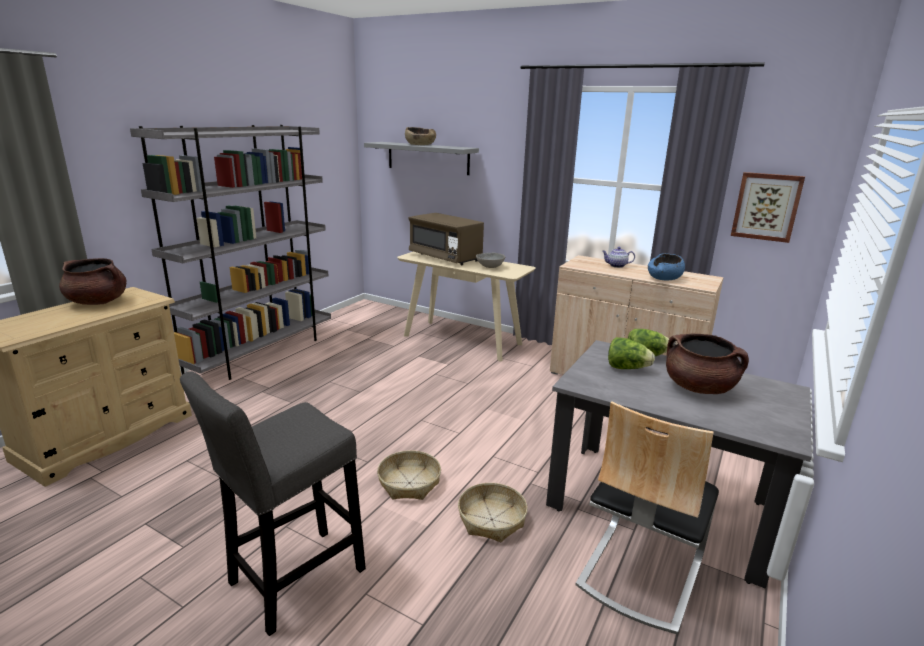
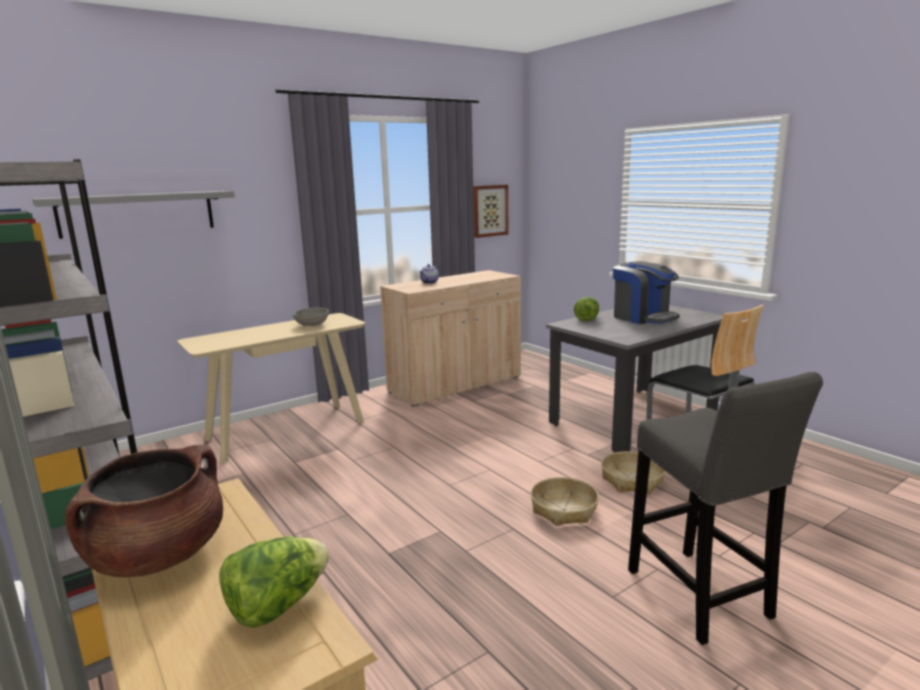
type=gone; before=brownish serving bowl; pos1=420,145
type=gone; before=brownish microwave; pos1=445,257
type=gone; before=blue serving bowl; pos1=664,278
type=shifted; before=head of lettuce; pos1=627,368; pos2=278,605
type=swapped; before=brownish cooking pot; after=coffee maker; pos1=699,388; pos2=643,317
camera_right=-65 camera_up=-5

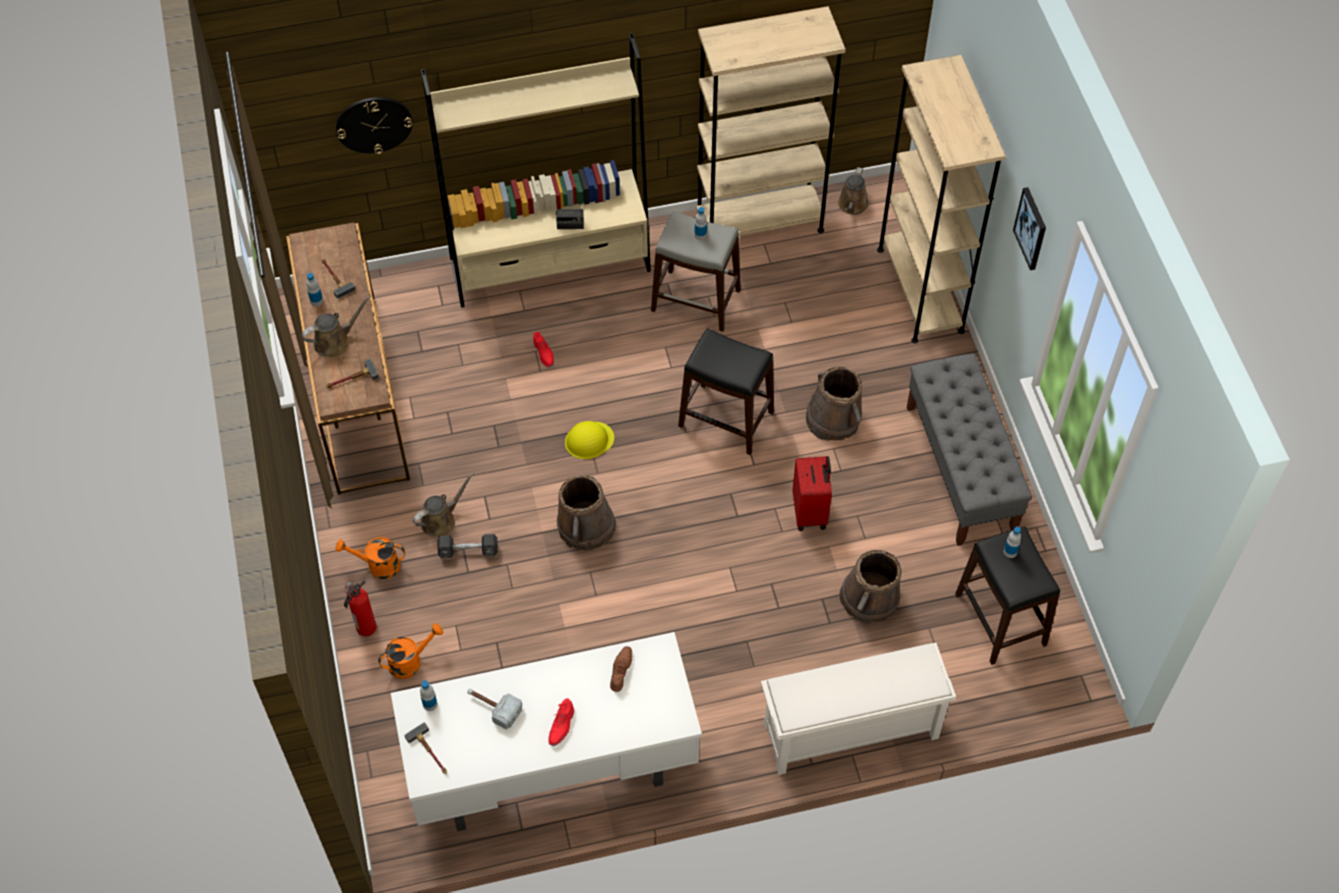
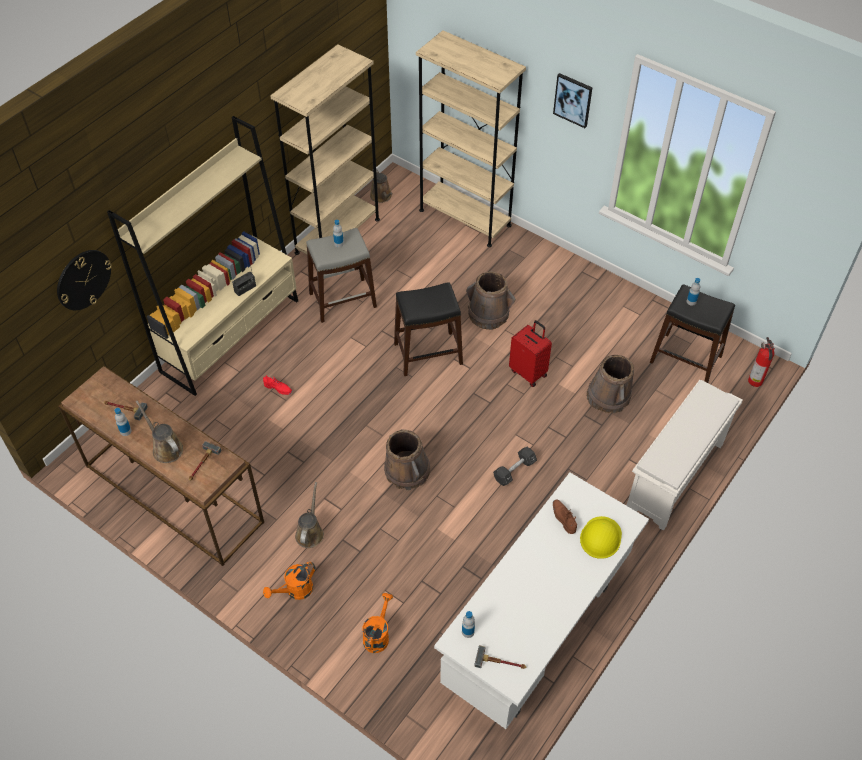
type=gone; before=tool hammer; pos1=492,707
type=gone; before=red-coloured low shoe; pos1=561,726
type=gone; before=greyish bench; pos1=961,469
type=shifted; before=extinguisher; pos1=365,628; pos2=755,382
type=shifted; before=blackish free weight; pos1=468,551; pos2=514,470
type=shifted; before=yellowish hard hat; pos1=589,440; pos2=600,537
type=rotated; before=brownish watering pot; pos1=335,341; pos2=165,448; turn=-60
camera_right=-40 camera_up=-5

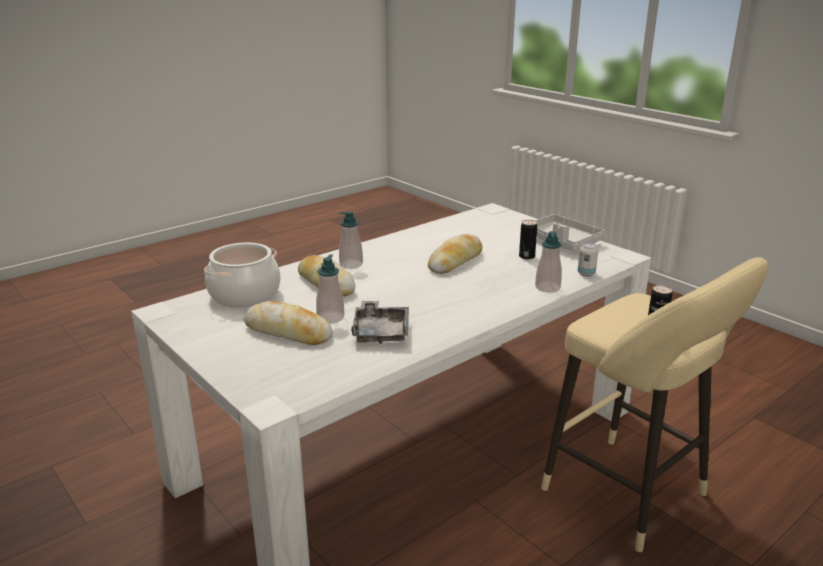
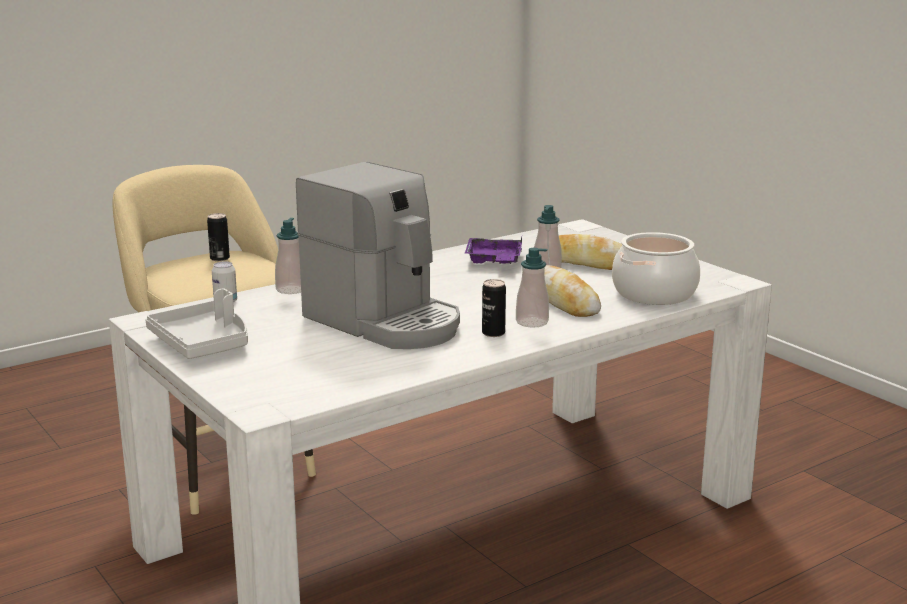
type=shifted; before=sealed can; pos1=526,256; pos2=493,333
type=swapped; before=baked bread; after=coffee maker; pos1=455,261; pos2=385,322
type=repainted; before=greyish serving tray; after=purple-coloured serving tray; pos1=380,331; pos2=494,261
camera_right=-175 camera_up=-5

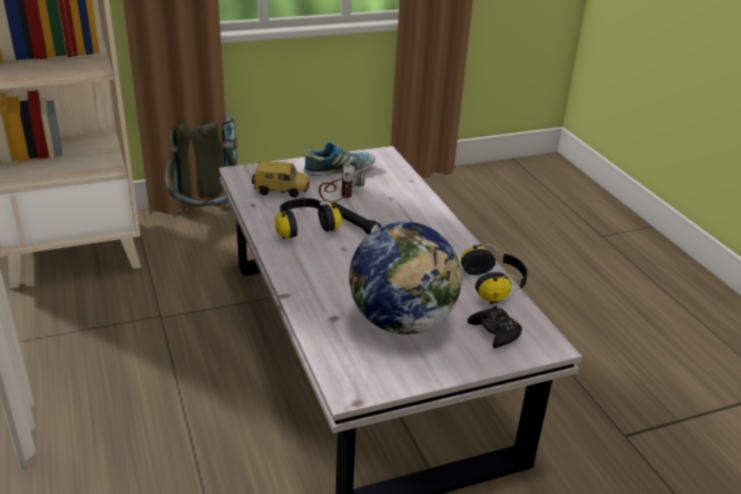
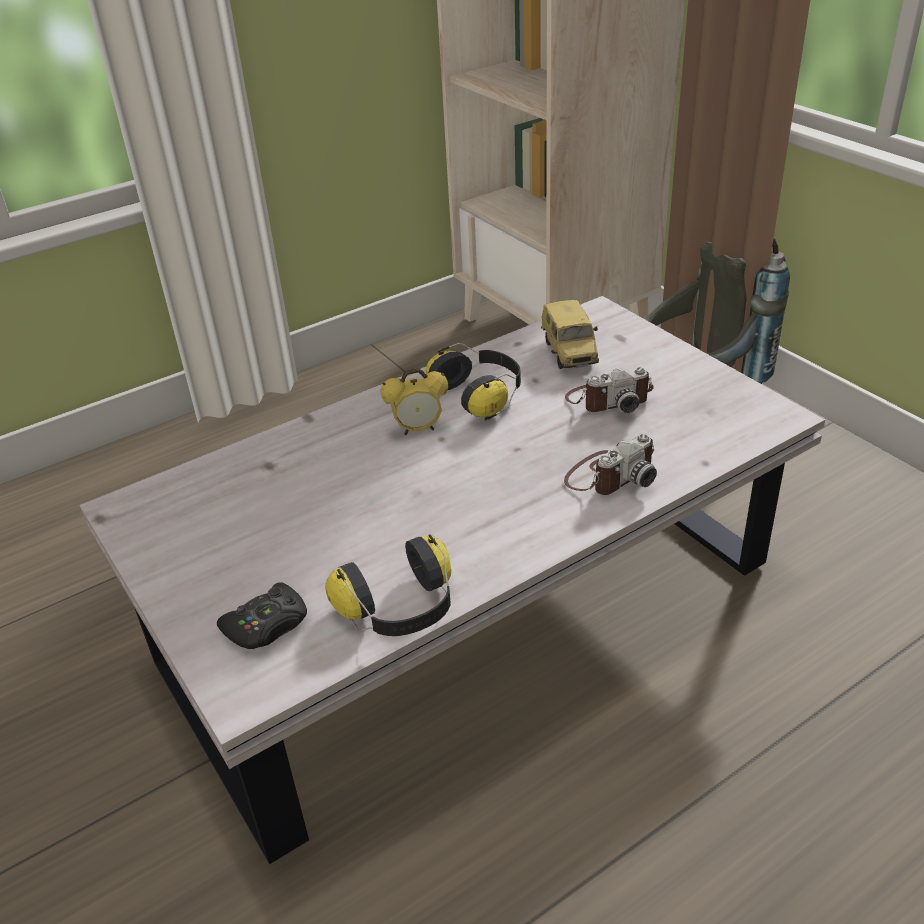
type=gone; before=low shoe; pos1=339,170
type=gone; before=blackish torch; pos1=353,224
type=gone; before=desk globe; pos1=402,321
type=new; after=bedside clock; pos2=418,429
type=new; after=photo camera; pos2=610,475
camera_right=80 camera_up=5

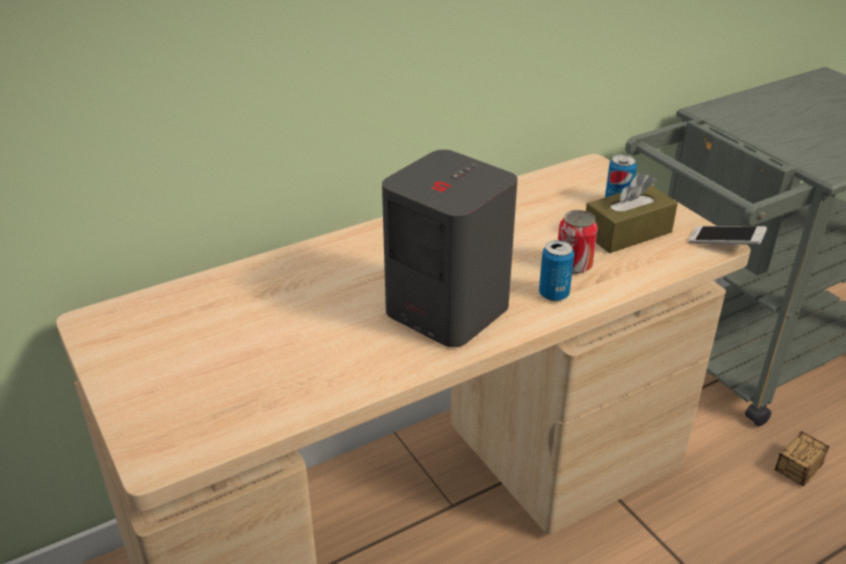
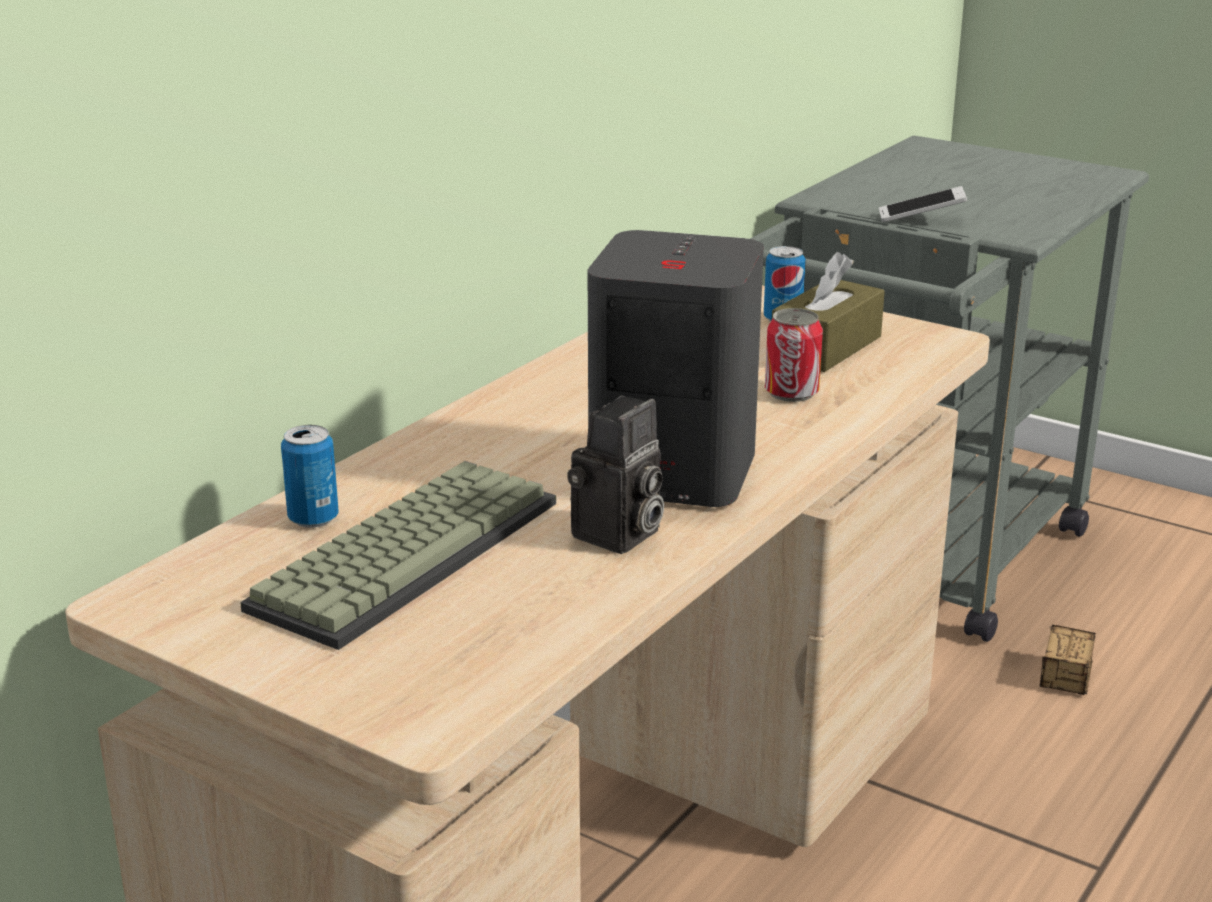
type=new; after=keyboard; pos2=405,551
type=new; after=photo camera; pos2=617,536
type=shifted; before=sealed can; pos1=553,294; pos2=313,518
type=shifted; before=telephone; pos1=724,244; pos2=921,217
camera_right=-25 camera_up=-10

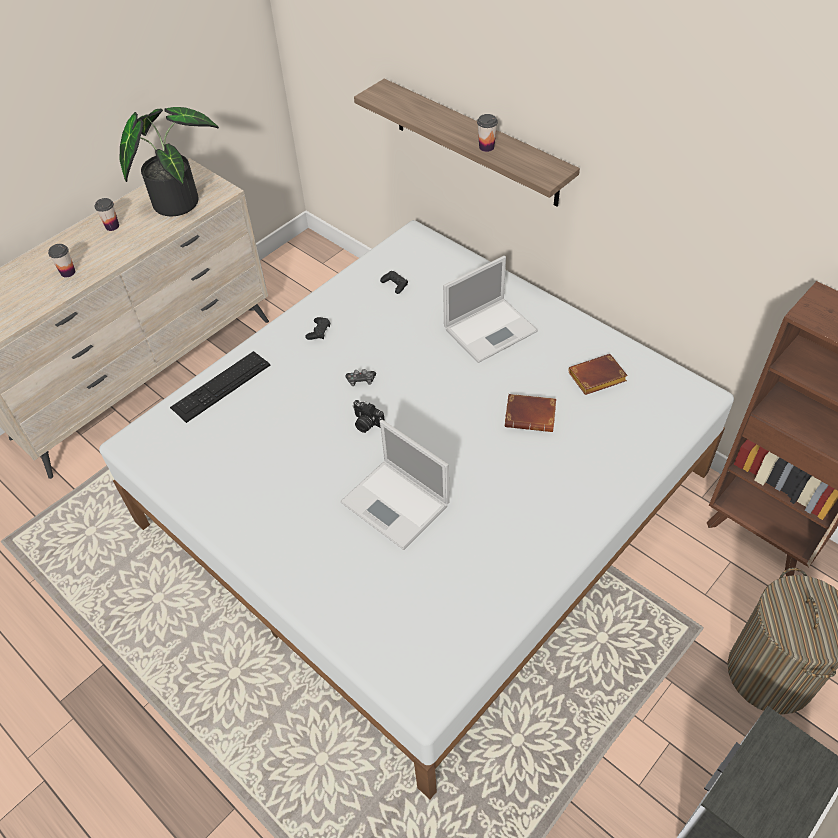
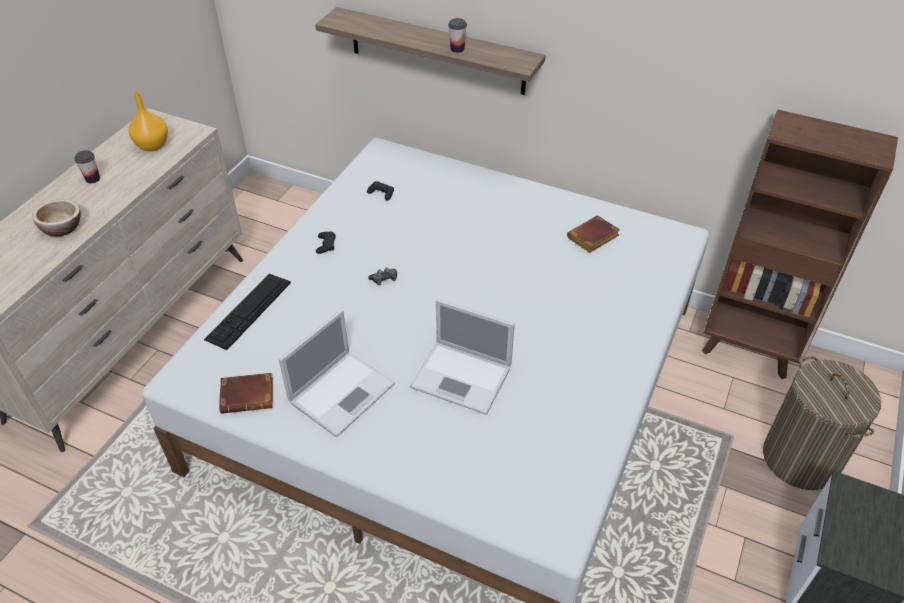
type=gone; before=photo camera; pos1=366,423
type=shifted; before=laptop; pos1=491,329; pos2=343,392
type=shifted; before=brownish bound book; pos1=531,415; pos2=249,395
type=swapped; before=drinking cup; after=serving bowl; pos1=68,272; pos2=62,227
type=swapped; before=houseplant; after=orange-coloured vase; pos1=177,199; pos2=152,145
camera_right=-20 camera_up=-5

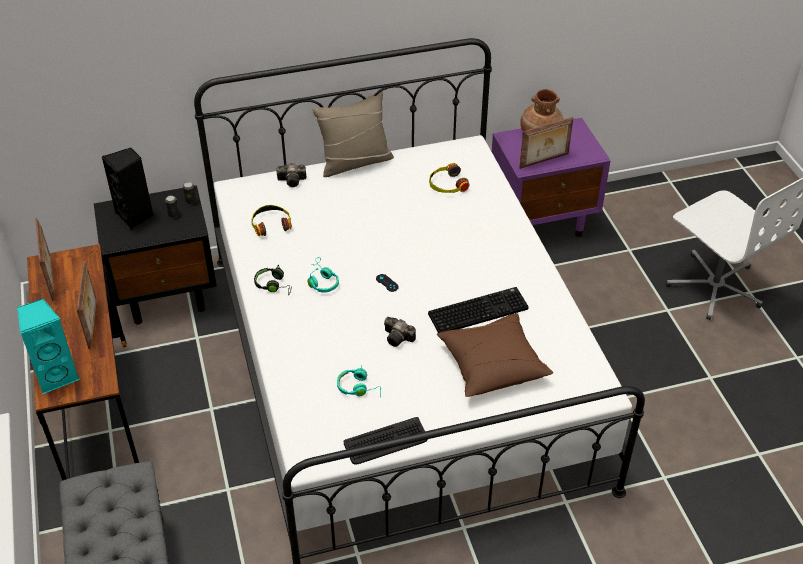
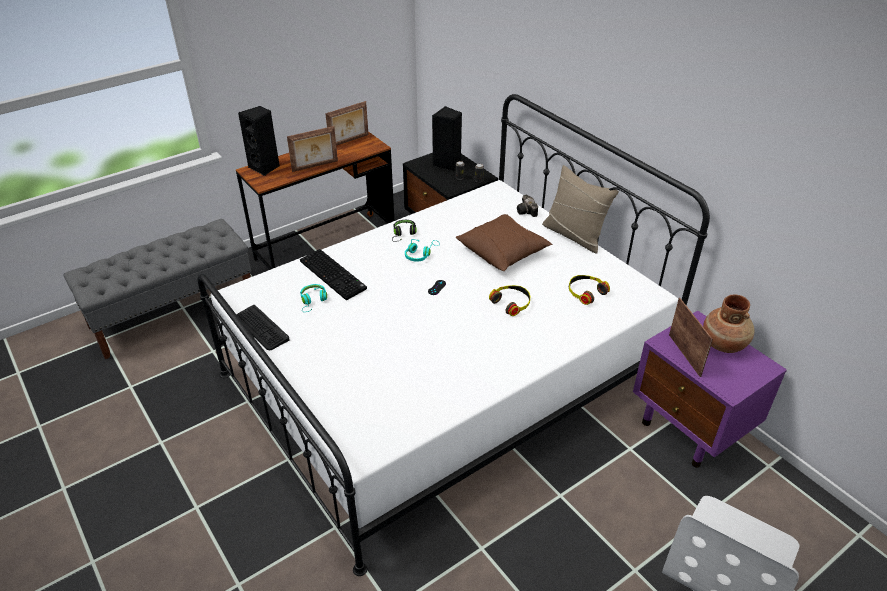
type=gone; before=photo camera; pos1=399,338
type=shifted; before=headset; pos1=271,224; pos2=511,303
type=shifted; before=keyboard; pos1=478,310; pos2=334,275
type=shifted; before=brownish throw pillow; pos1=492,365; pos2=503,252
type=repainted; before=blue-green speaker; after=blackish speaker; pos1=57,376; pos2=265,167
type=rotated; before=picture frame; pos1=544,161; pos2=685,355; turn=-150
camera_right=70 camera_up=-5

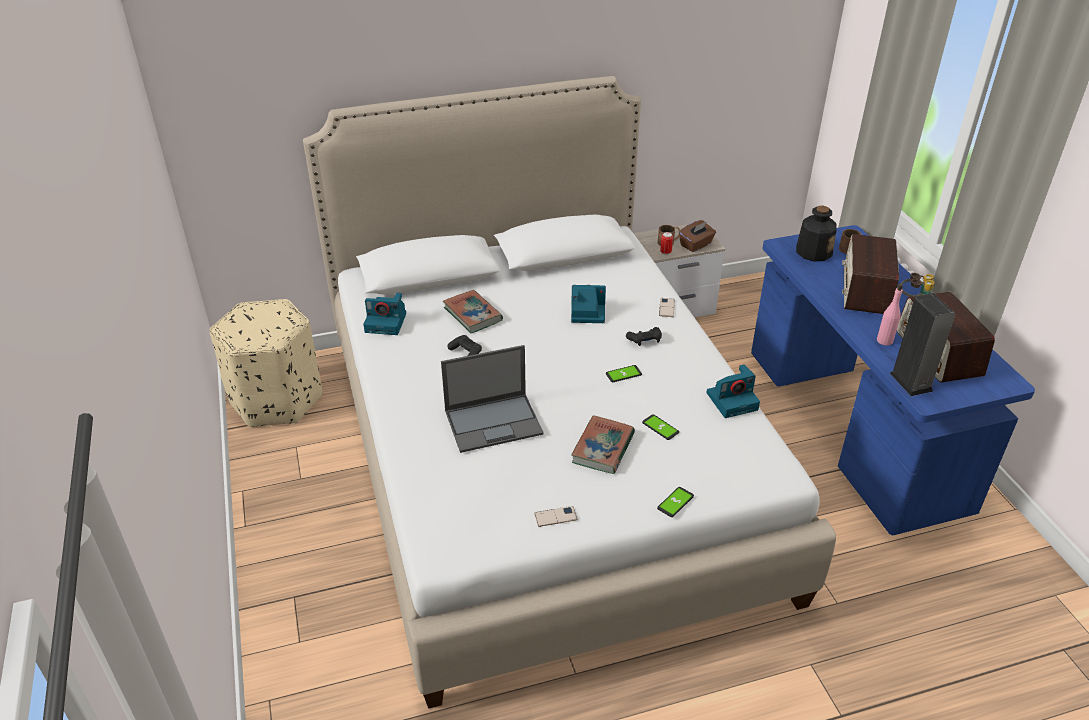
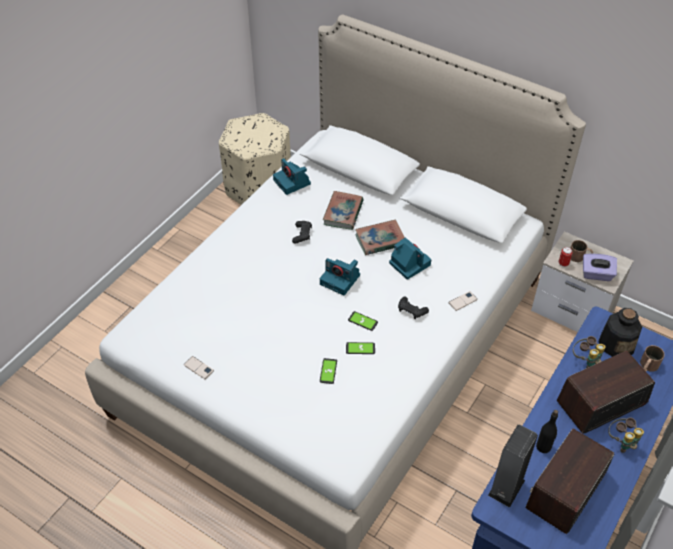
type=gone; before=laptop; pos1=494,422
type=new; after=field glasses; pos2=585,360
type=shifted; before=bound book; pos1=603,448; pos2=380,240
type=shifted; before=telephone; pos1=675,502; pos2=360,348
type=shifted; before=photo camera; pos1=733,400; pos2=341,280
type=repainted; before=brownish box of tissues; after=purple-coloured box of tissues; pos1=696,245; pos2=596,274
type=repainted; before=pinkish bottle; after=blackish bottle; pos1=884,340; pos2=544,446
camera_right=50 camera_up=10

